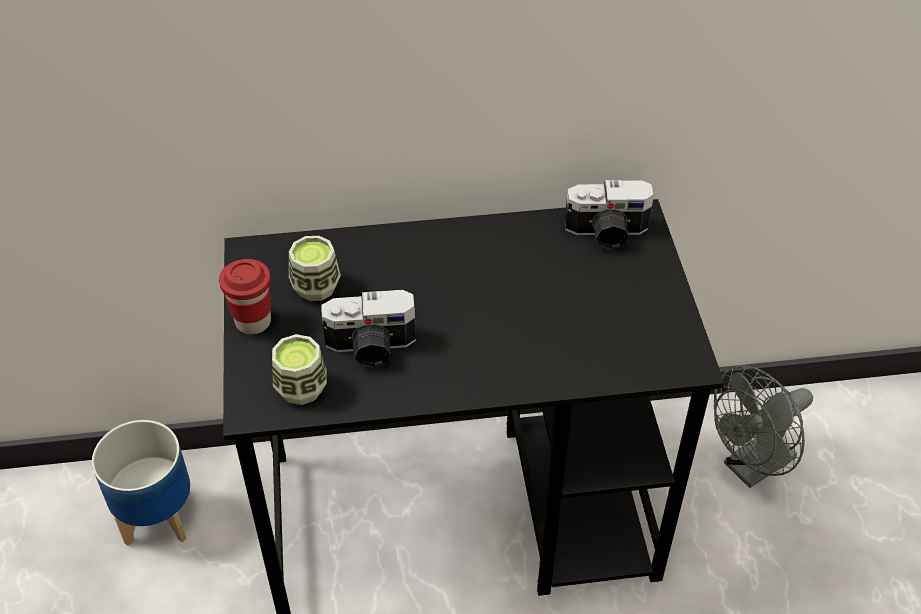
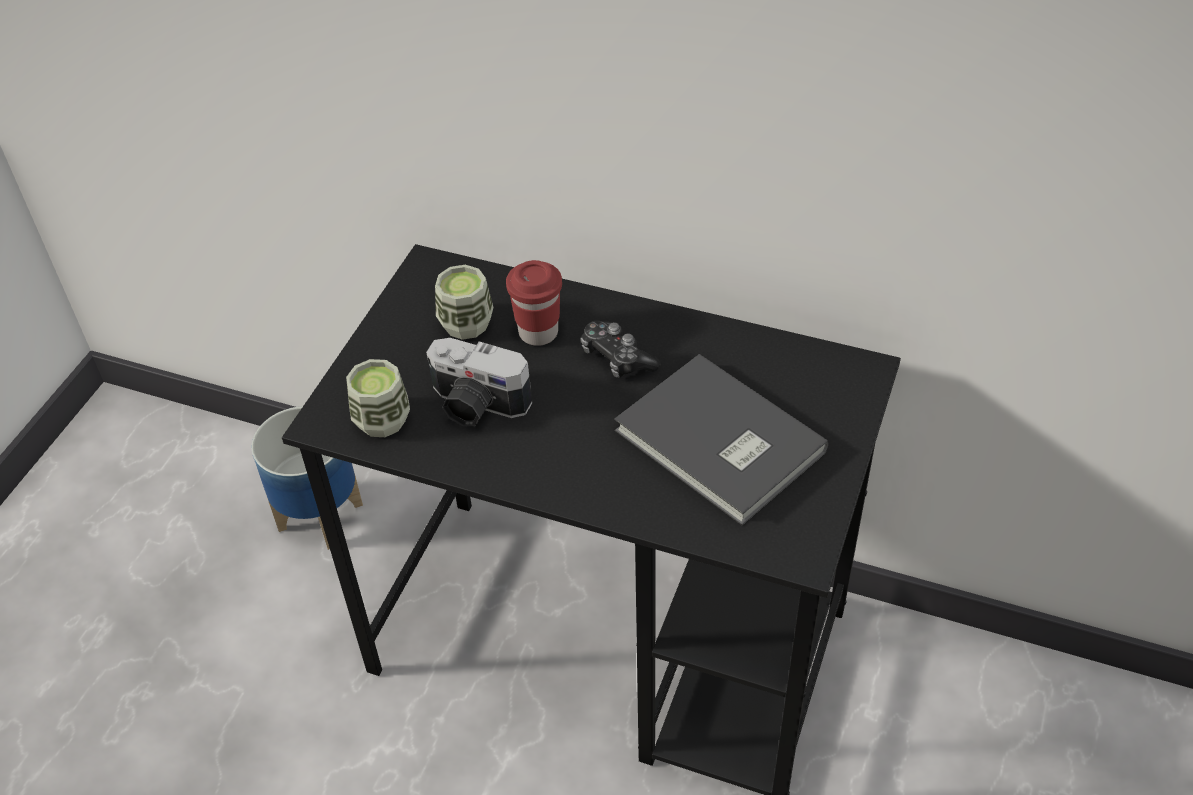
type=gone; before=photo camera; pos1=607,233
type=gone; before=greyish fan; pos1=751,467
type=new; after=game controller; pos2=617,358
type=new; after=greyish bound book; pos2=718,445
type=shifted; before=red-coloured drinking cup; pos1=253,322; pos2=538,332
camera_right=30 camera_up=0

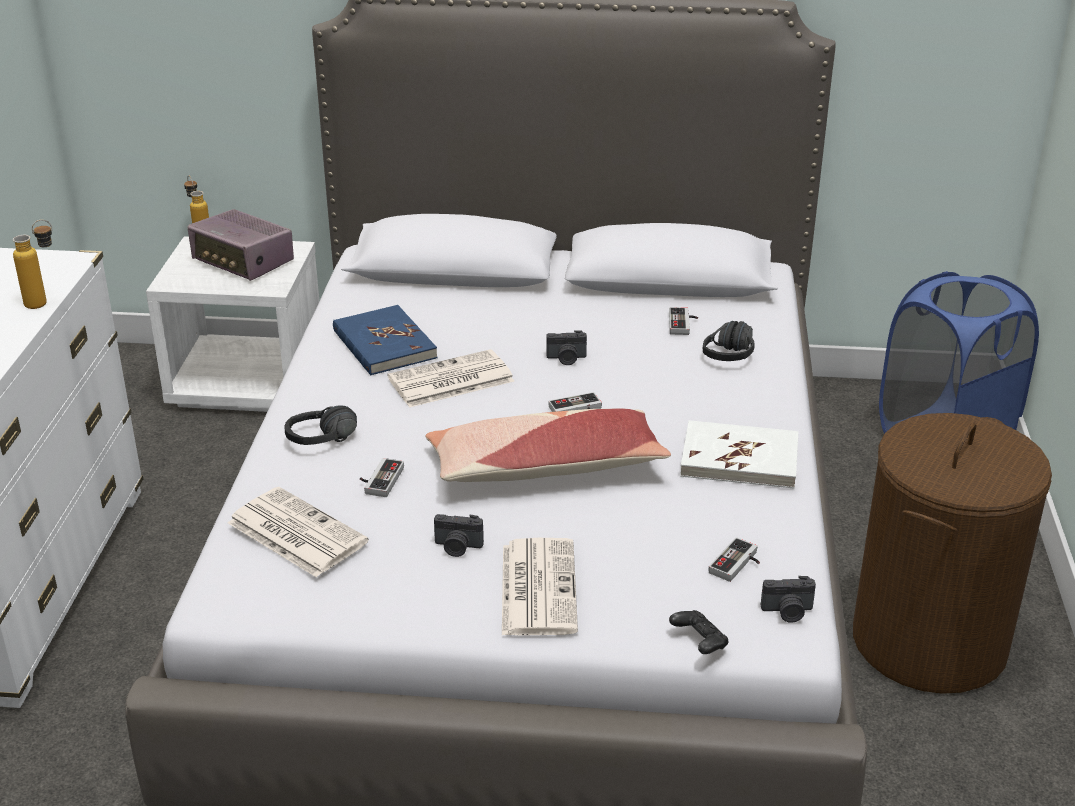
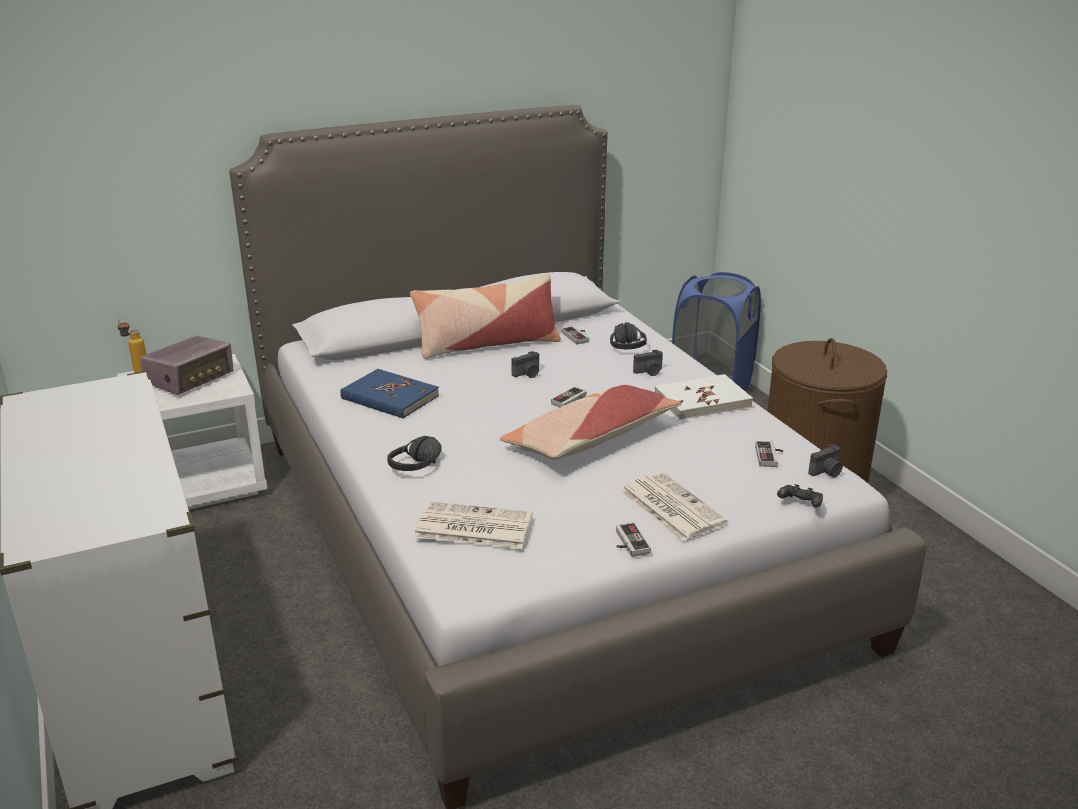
type=gone; before=bottle; pos1=45,303
type=gone; before=daily paper; pos1=449,381
type=new; after=throw pillow; pos2=487,344
type=shifted; before=game controller; pos1=379,480; pos2=628,543
type=shifted; before=photo camera; pos1=457,547; pos2=649,372
type=rotated; before=radio receiver; pos1=243,262; pos2=191,379; turn=-60
camera_right=-30 camera_up=-5

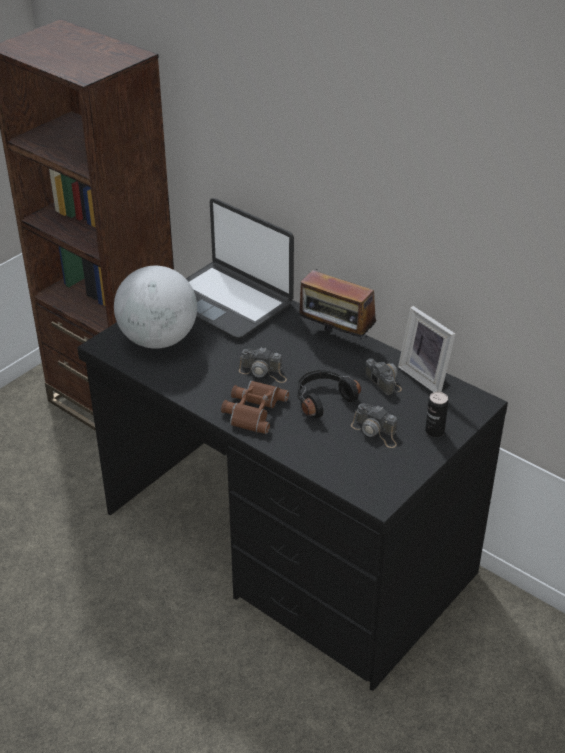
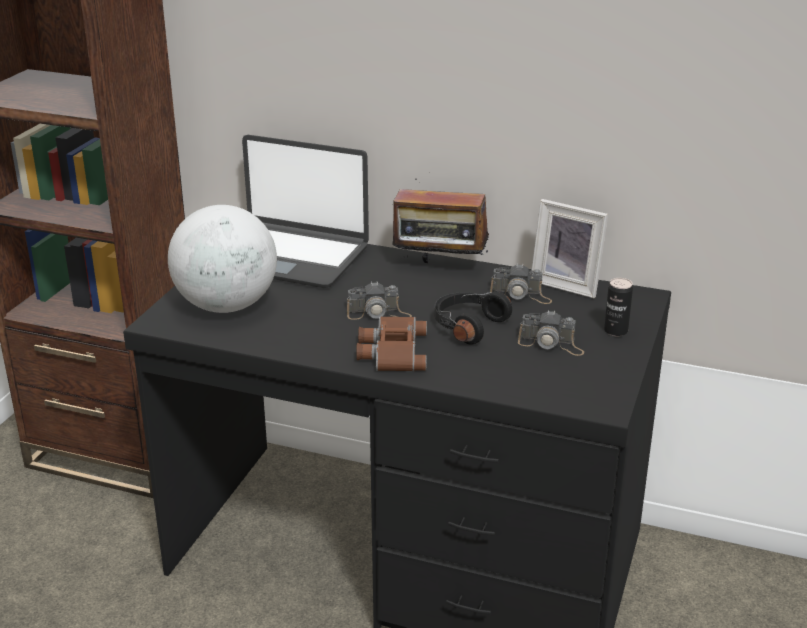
type=rotated; before=photo camera; pos1=382,379; pos2=521,295; turn=150
camera_right=-20 camera_up=-10

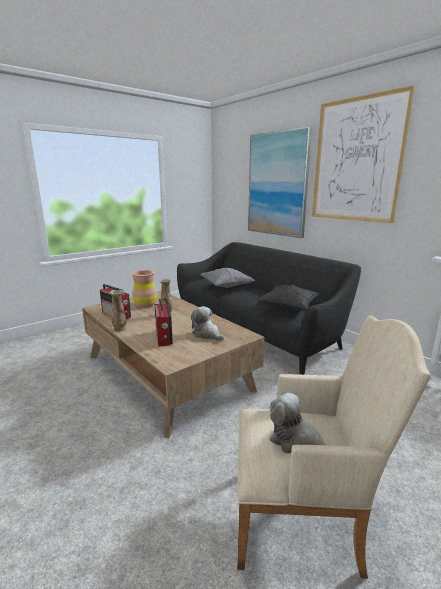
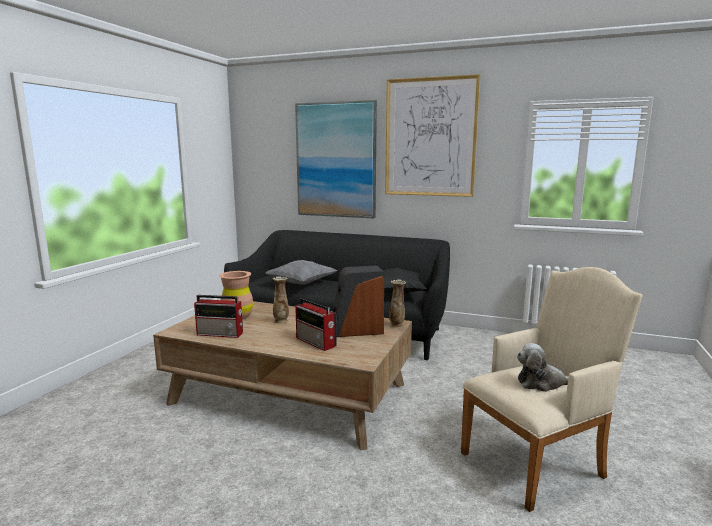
type=shifted; before=vase; pos1=119,329; pos2=396,325
type=swapped; before=plush toy; after=speaker; pos1=207,334; pos2=356,330
camera_right=-30 camera_up=-5

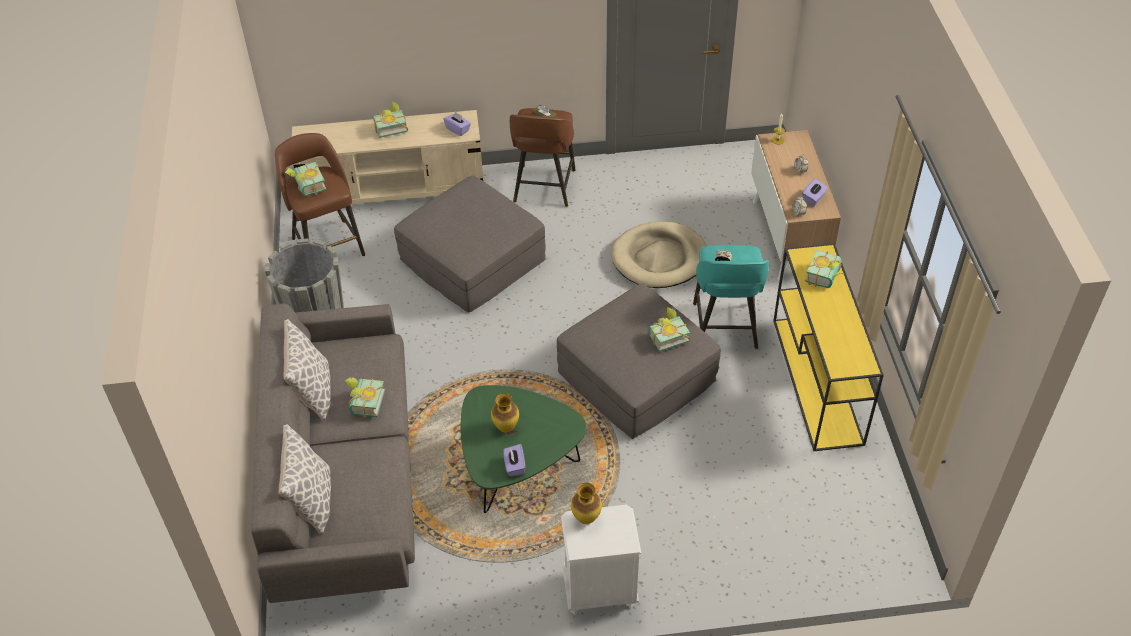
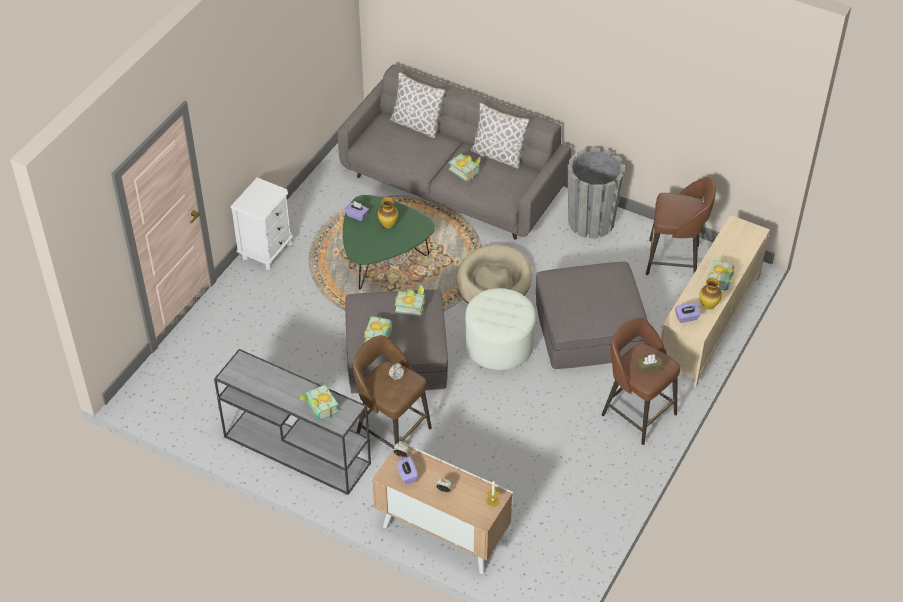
type=new; after=whitish footrest; pos2=499,345
type=shifted; before=bound book; pos1=307,186; pos2=411,305
type=shifted; before=vase; pos1=586,519; pos2=708,306
type=shifted; before=beige dog cushion; pos1=659,258; pos2=493,281
type=repainted; before=blue-green stool seat; after=brownish stool seat; pos1=725,327; pos2=391,431
type=repainted; before=yellowish narrow table; after=greyish narrow table; pos1=818,382; pos2=295,449
camera_right=125 camera_up=0

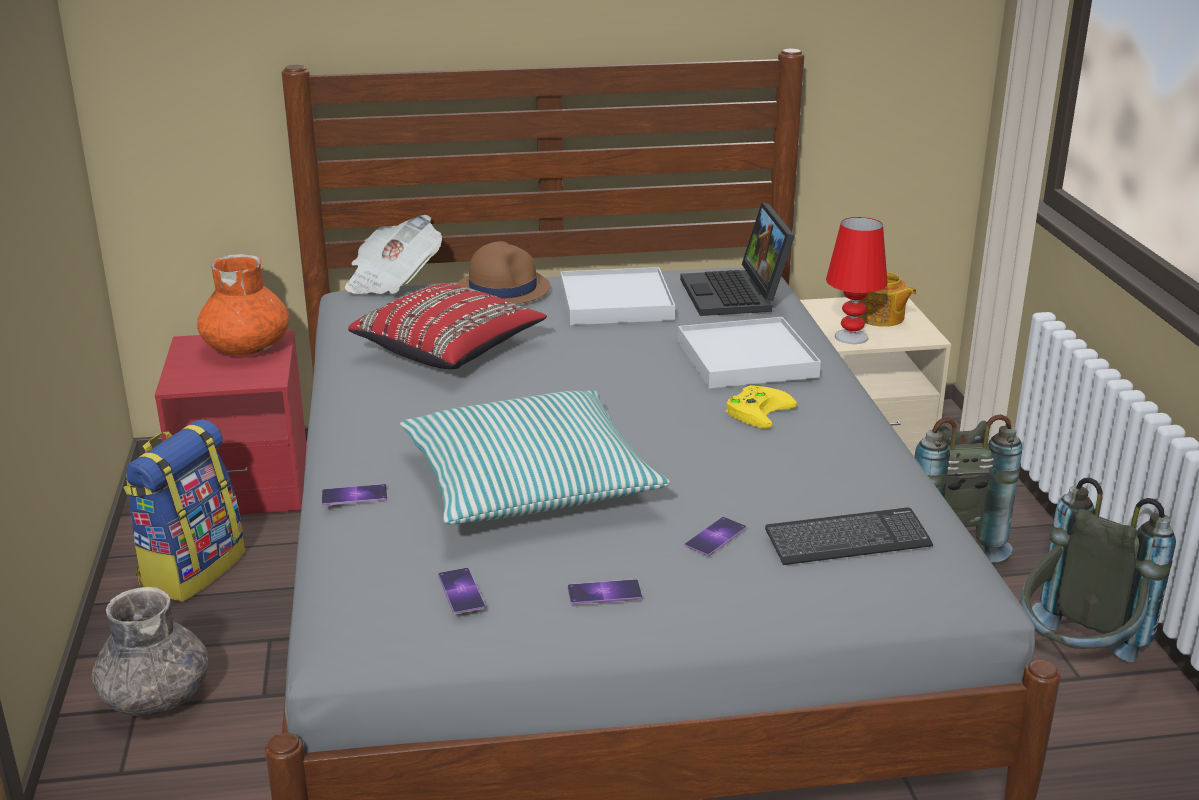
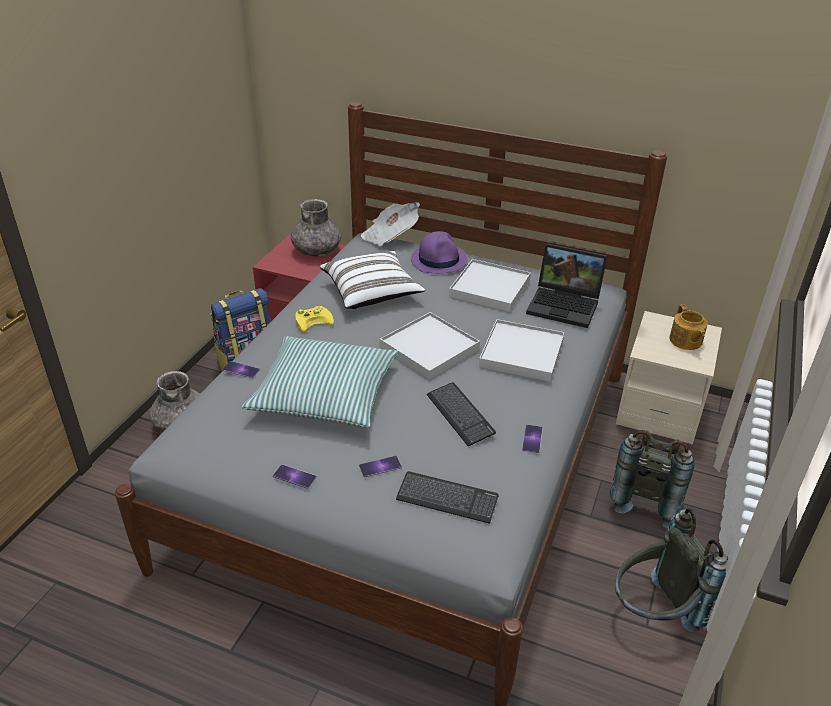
type=gone; before=red-coloured table lamp; pos1=851,337
type=new; after=whitish serving tray; pos2=429,348
type=new; after=keyboard; pos2=460,415
type=shifted; before=telephone; pos1=461,591; pos2=532,439
type=shifted; before=yellowish game controller; pos1=757,410; pos2=314,320
type=repainted; before=orange-coloured vase; after=greyish vase; pos1=247,347; pos2=317,251
type=repainted; before=red-coloured throw pillow; after=whitish throw pillow; pos1=450,349; pos2=371,293
type=repainted; before=brownish wearable hat; after=purple-coloured wearable hat; pos1=503,289; pos2=439,260
type=rotated; before=laptop; pos1=737,295; pos2=565,305; turn=-90
camera_right=30 camera_up=10

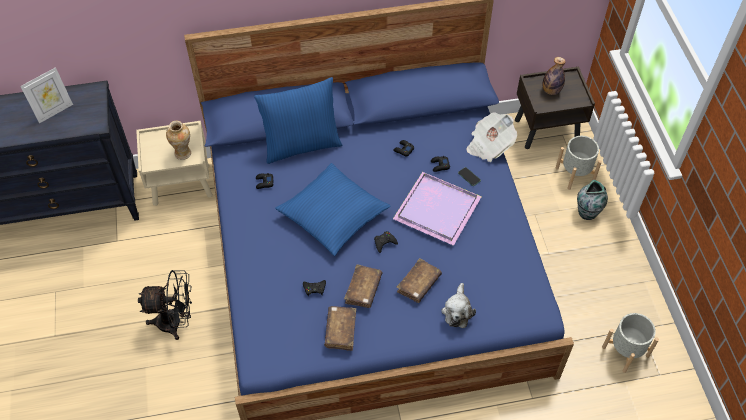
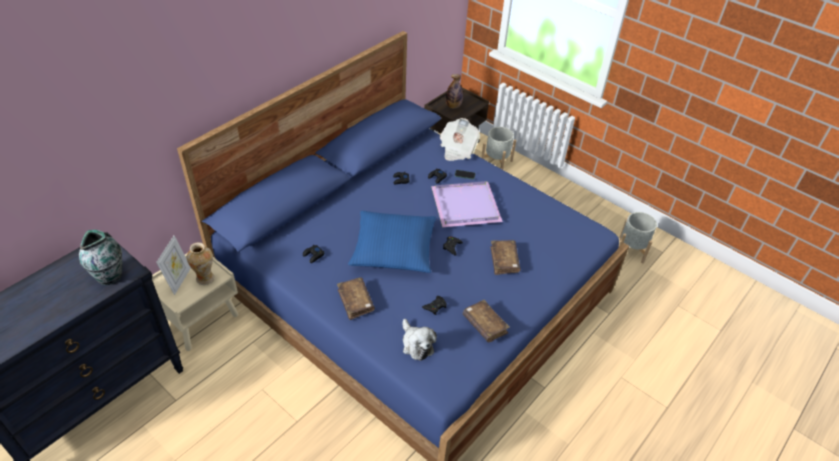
type=gone; before=blackish fan; pos1=176,322
type=gone; before=blue throw pillow; pos1=301,144
type=shifted; before=picture frame; pos1=54,111; pos2=179,280
type=shifted; before=brownish bound book; pos1=363,289; pos2=355,301
type=shifted; before=plush toy; pos1=457,311; pos2=416,344
type=shifted; before=vase; pos1=587,212; pos2=110,275
camera_right=-40 camera_up=-10

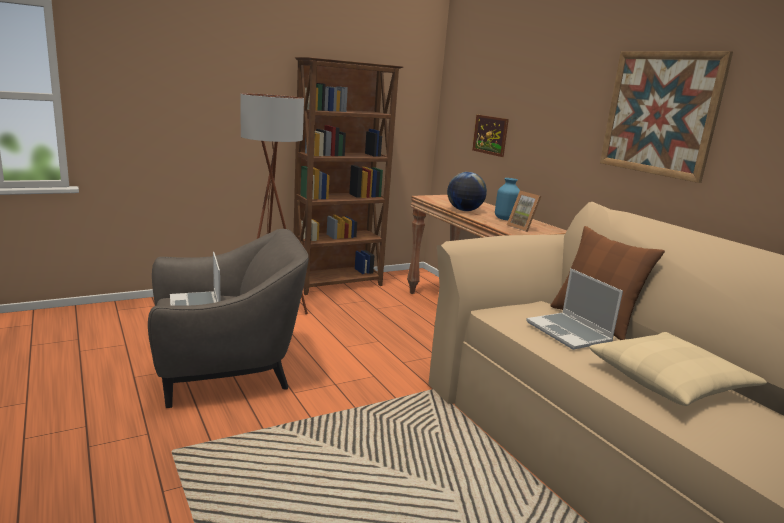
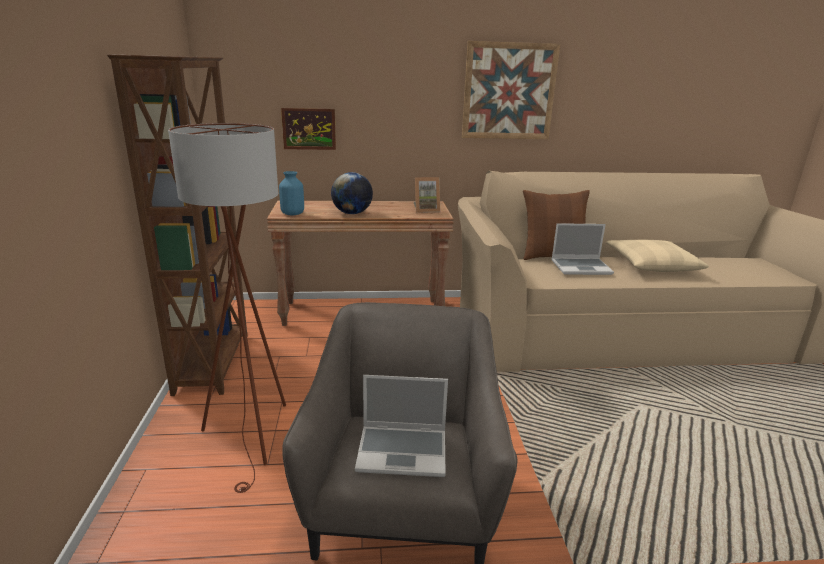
type=shifted; before=blue vase; pos1=505,219; pos2=293,213
camera_right=-65 camera_up=5

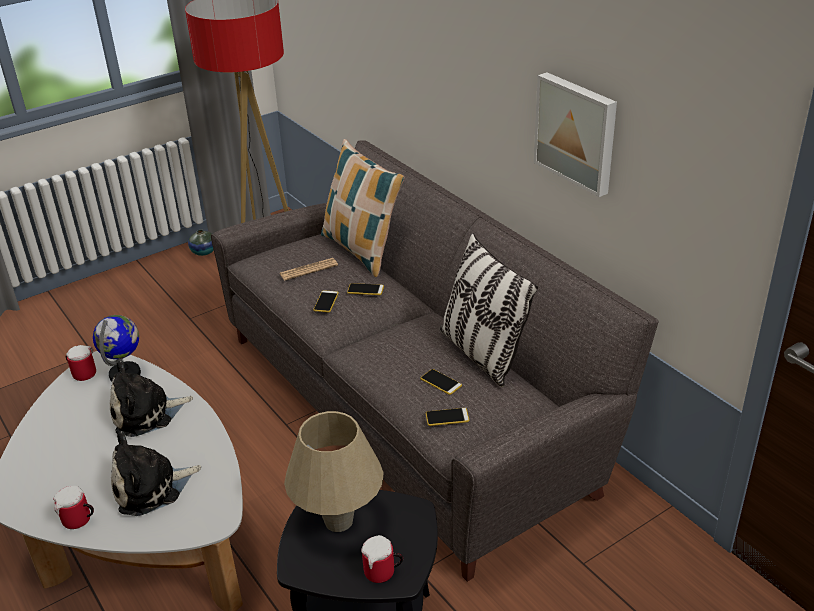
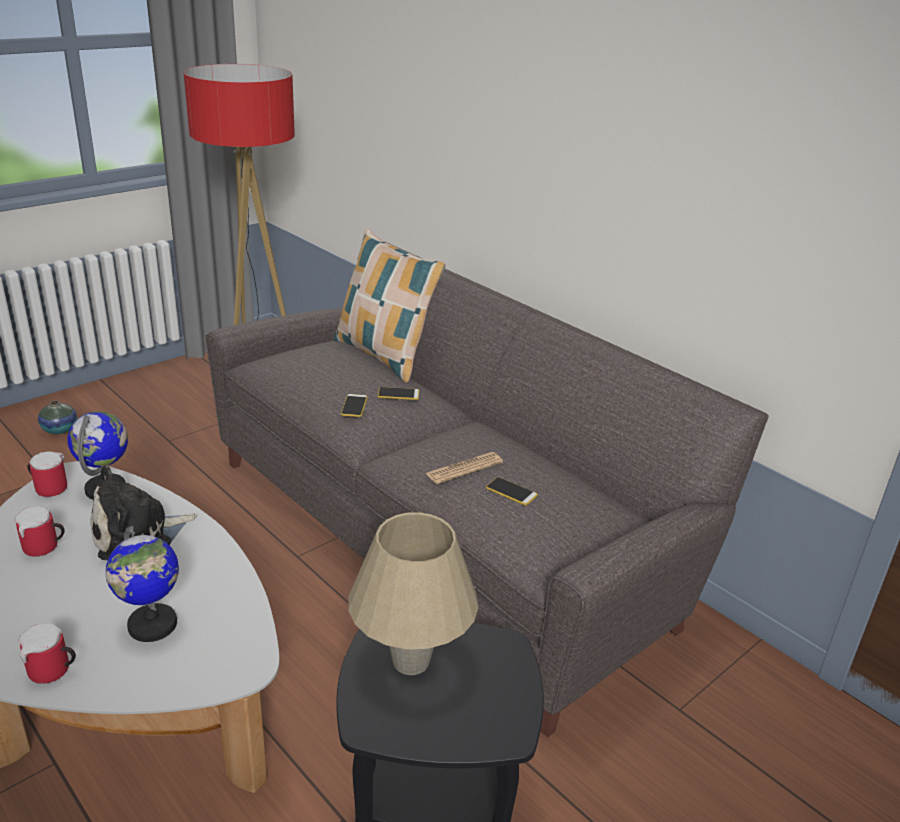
type=gone; before=telephone; pos1=447,417
type=gone; before=throw pillow; pos1=481,354
type=gone; before=picture; pos1=577,132
type=shifted; before=vase; pos1=204,252; pos2=59,429
type=shifted; before=daily paper; pos1=308,270; pos2=464,468
type=shifted; before=tea mug; pos1=383,573; pos2=45,548
type=swapped; before=plush toy; after=desk globe; pos1=151,487; pos2=152,625
camera_right=-10 camera_up=-5

